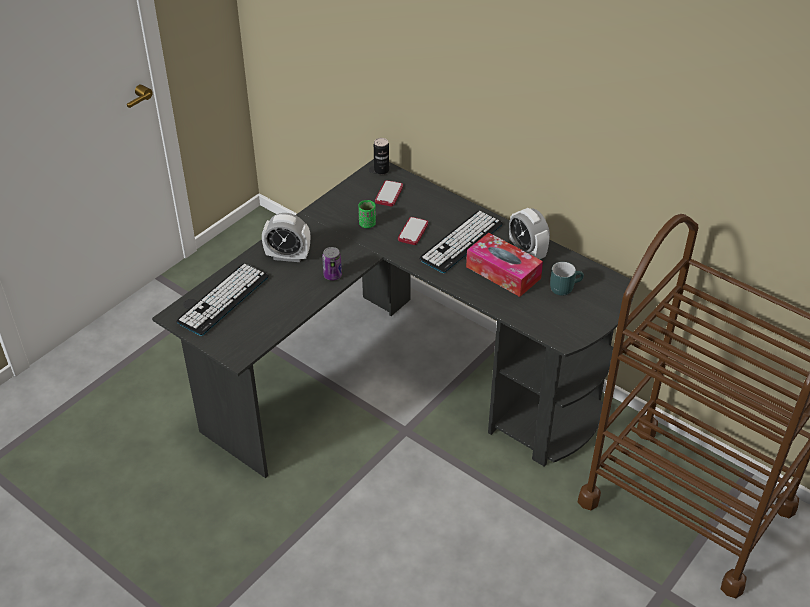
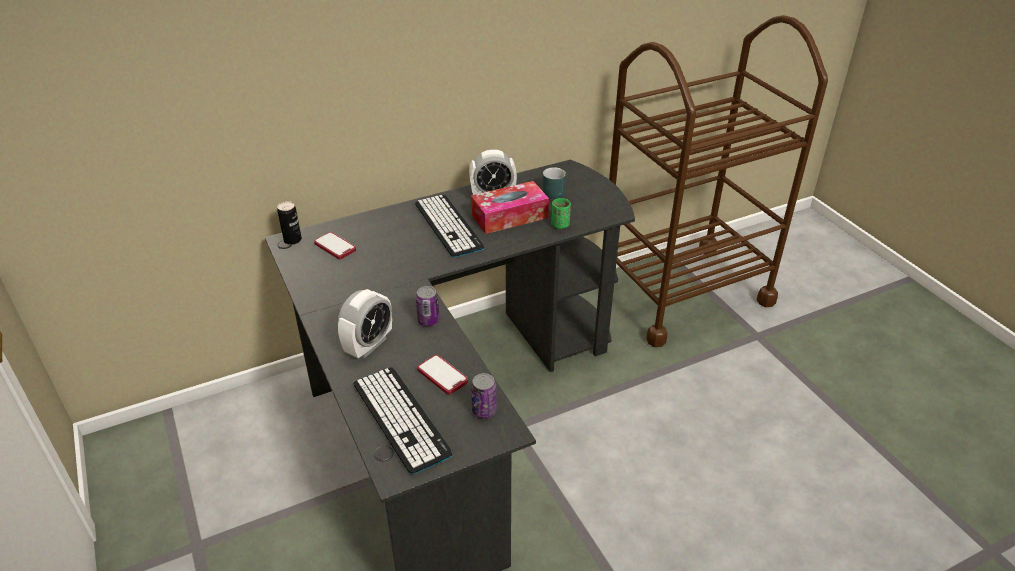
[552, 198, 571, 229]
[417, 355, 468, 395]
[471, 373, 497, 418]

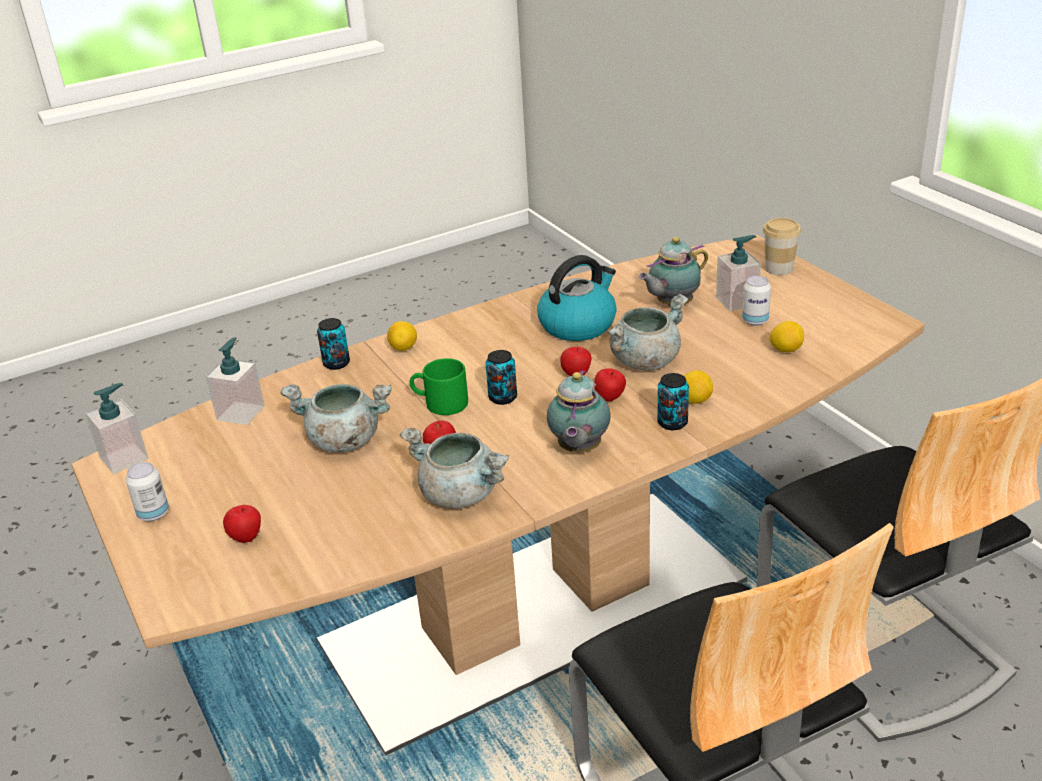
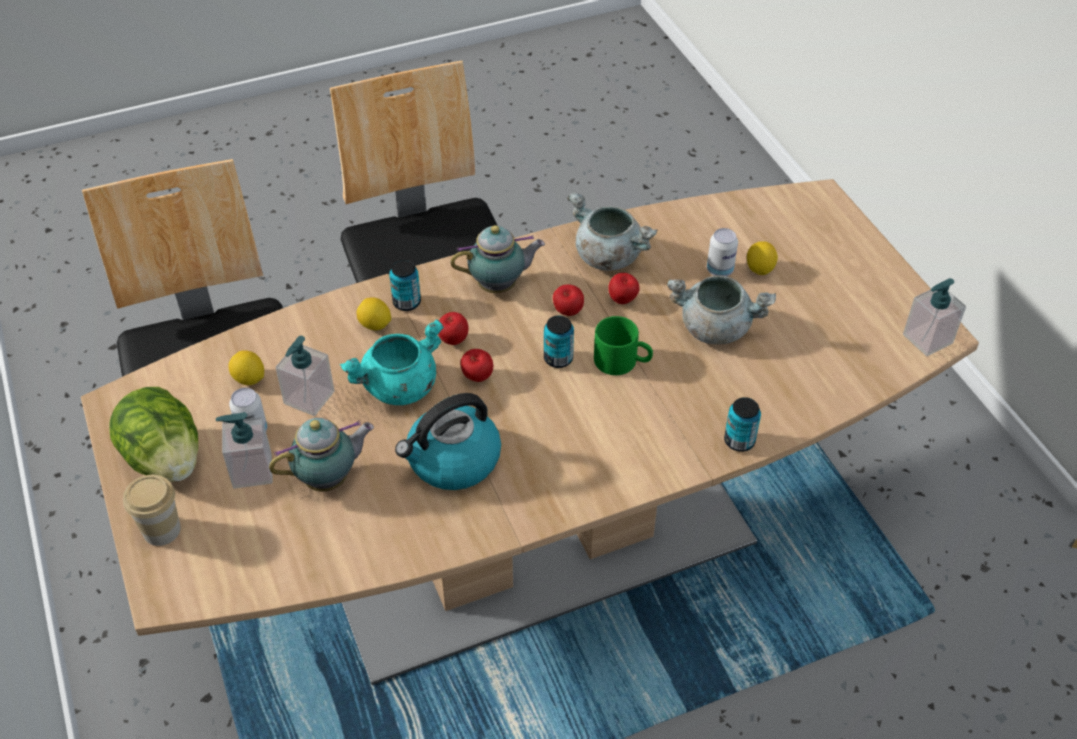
[707, 228, 738, 276]
[276, 336, 335, 416]
[553, 284, 584, 316]
[747, 242, 778, 275]
[451, 225, 545, 293]
[340, 319, 444, 405]
[109, 387, 198, 482]

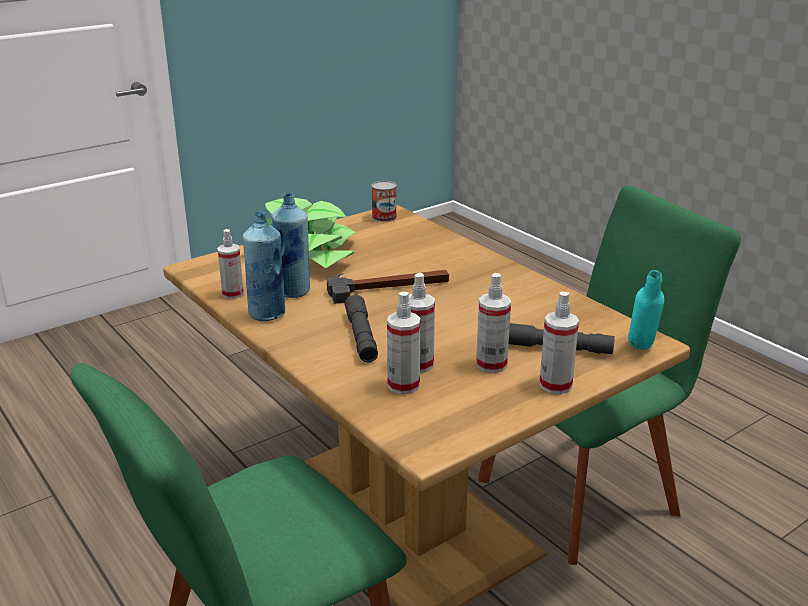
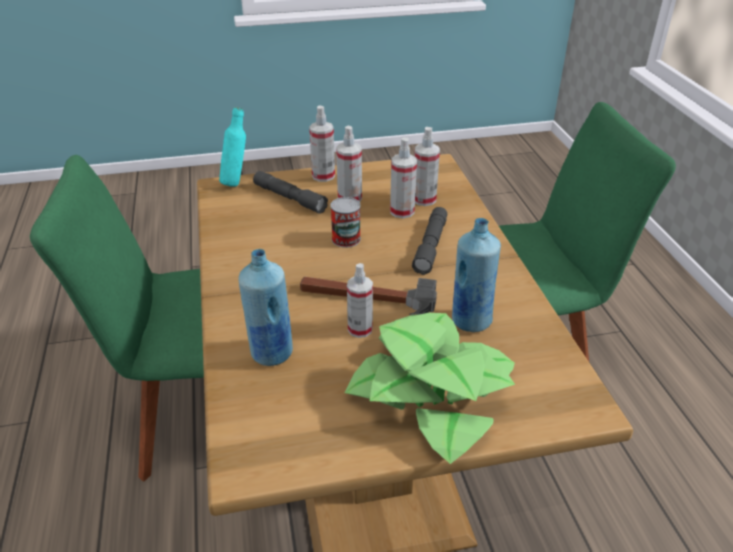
[347, 263, 373, 338]
[238, 249, 293, 366]
[330, 197, 361, 248]

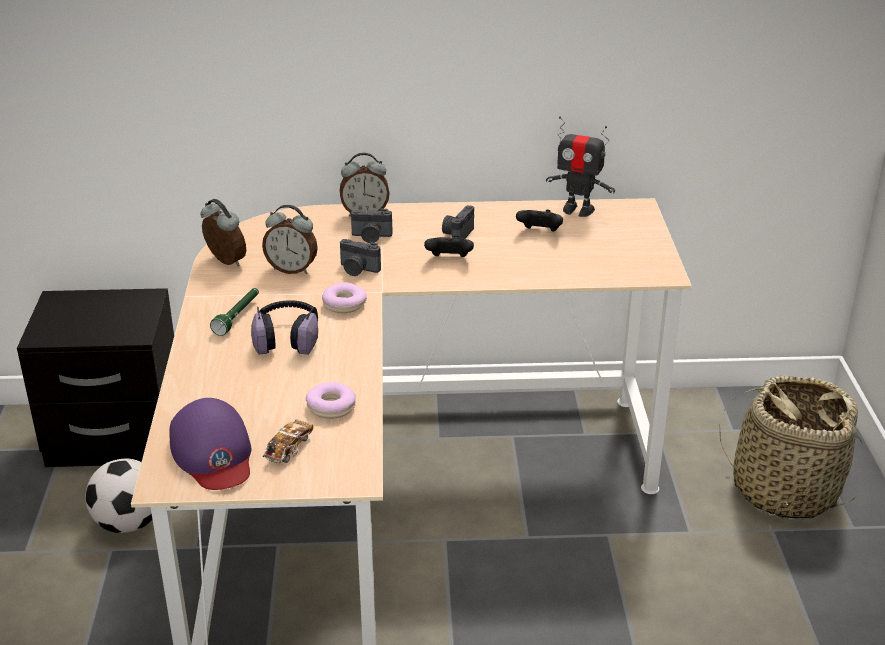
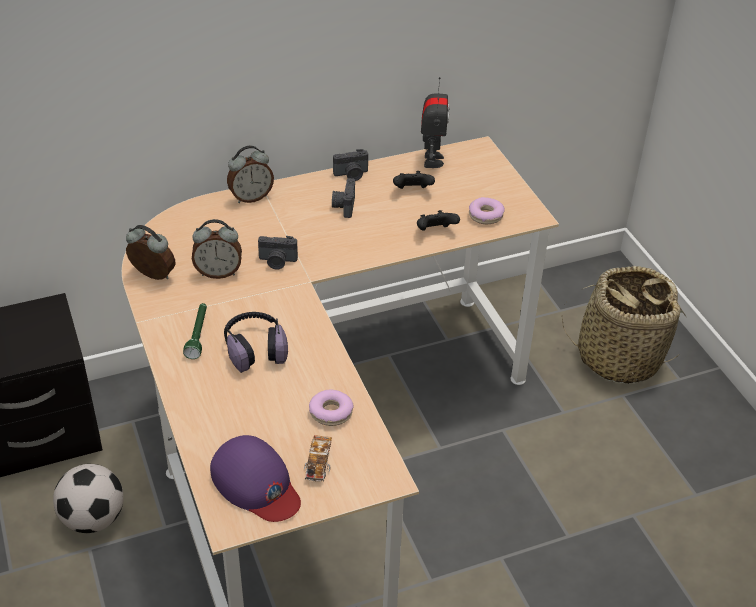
[469, 197, 505, 224]
[333, 149, 368, 181]
[417, 210, 460, 231]
[421, 77, 450, 168]

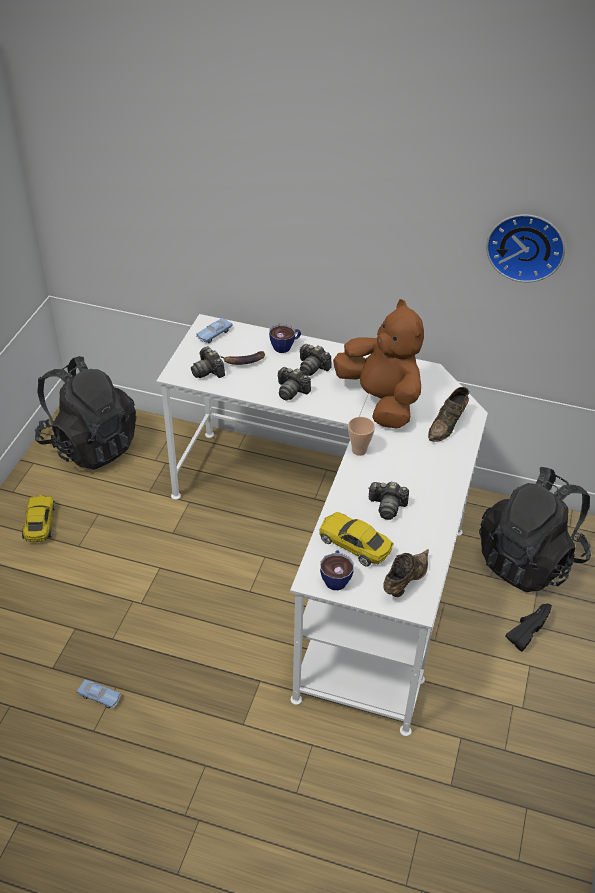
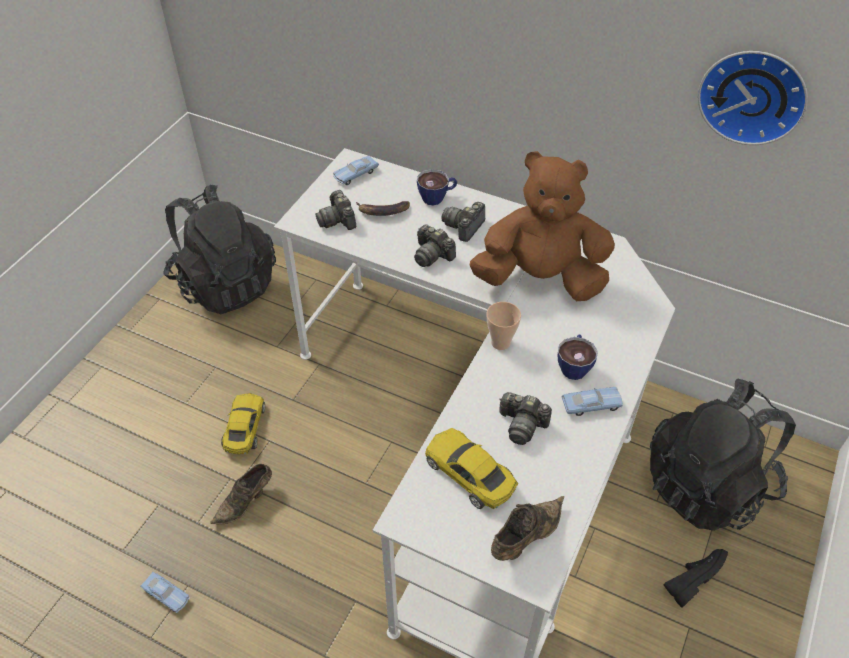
[221, 393, 265, 454]
[442, 202, 485, 242]
[558, 335, 598, 380]
[470, 151, 615, 301]
[210, 464, 272, 524]
[562, 387, 623, 416]

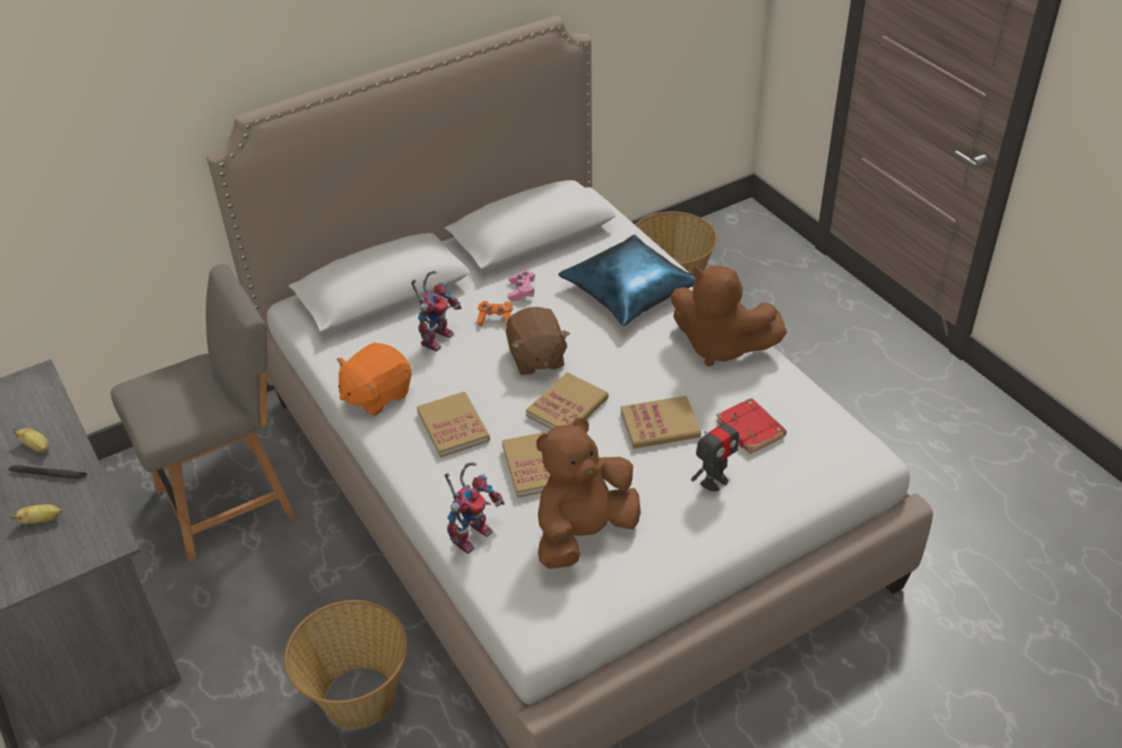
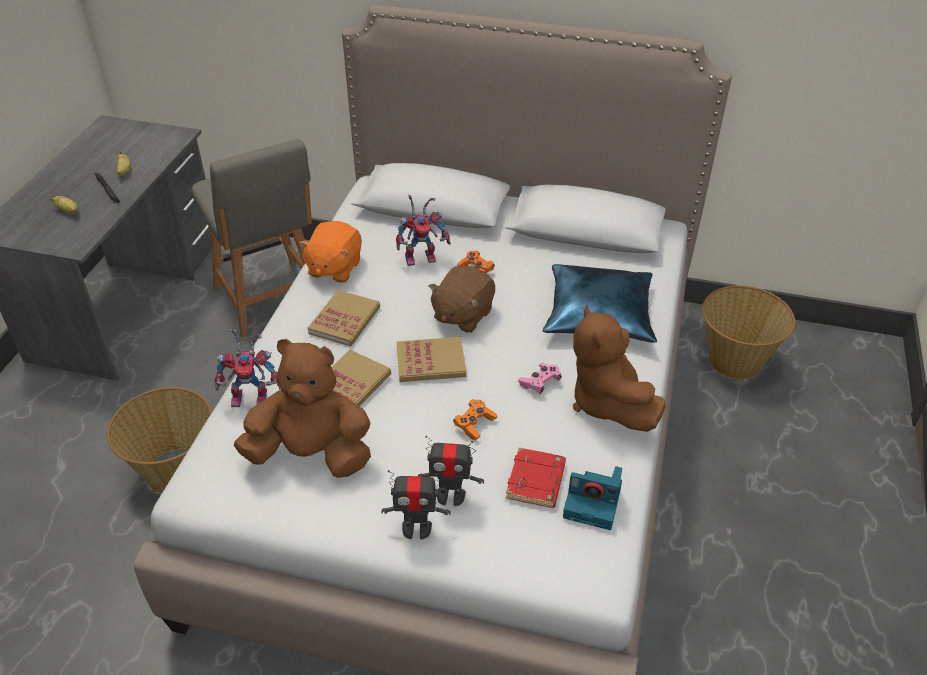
[191, 139, 312, 338]
[298, 221, 362, 283]
[518, 363, 562, 394]
[453, 399, 497, 440]
[381, 470, 451, 540]
[563, 466, 622, 530]

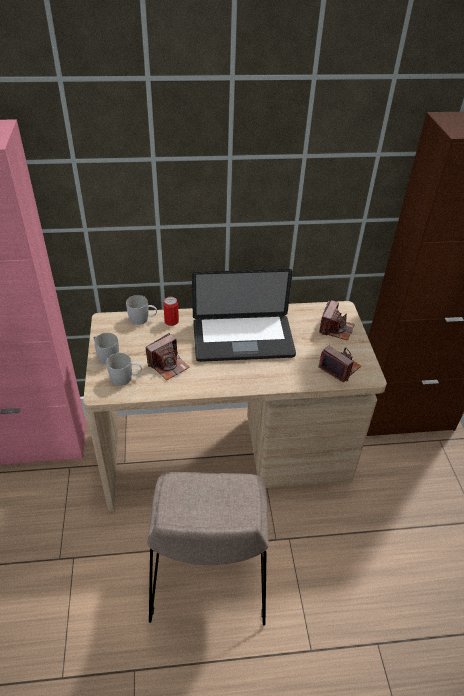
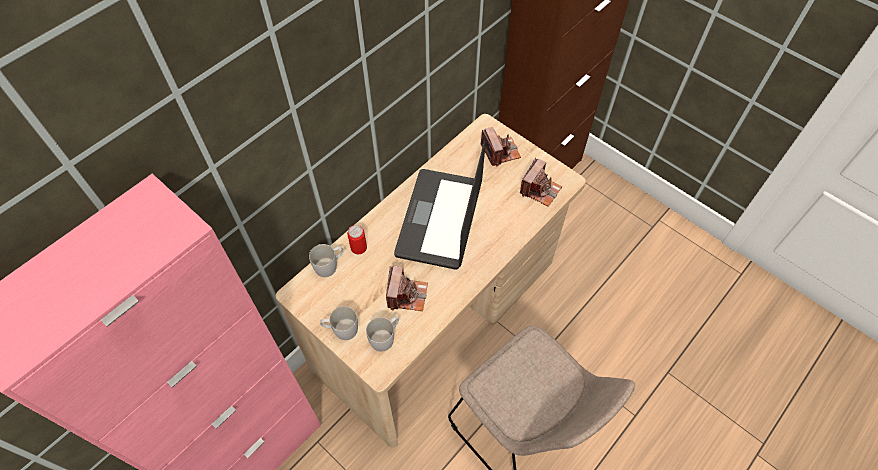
[394, 140, 486, 270]
[520, 158, 562, 207]

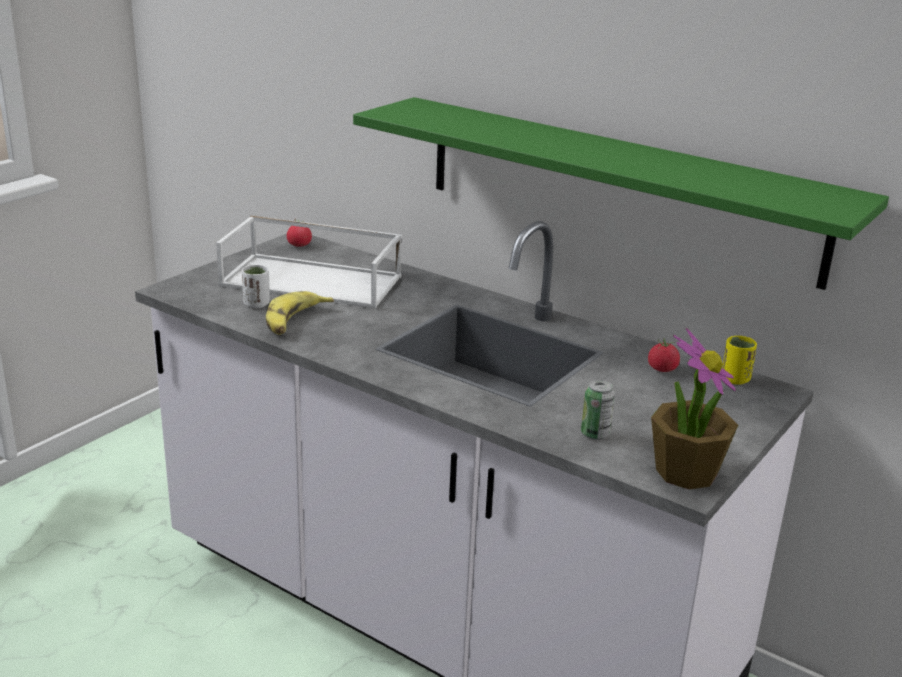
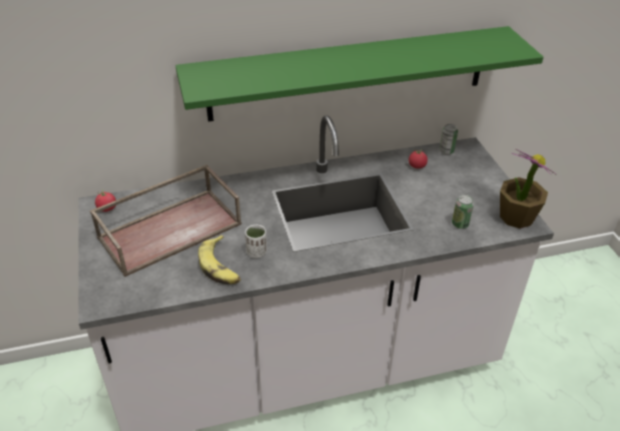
[90, 165, 242, 277]
[245, 225, 267, 258]
[439, 124, 458, 155]

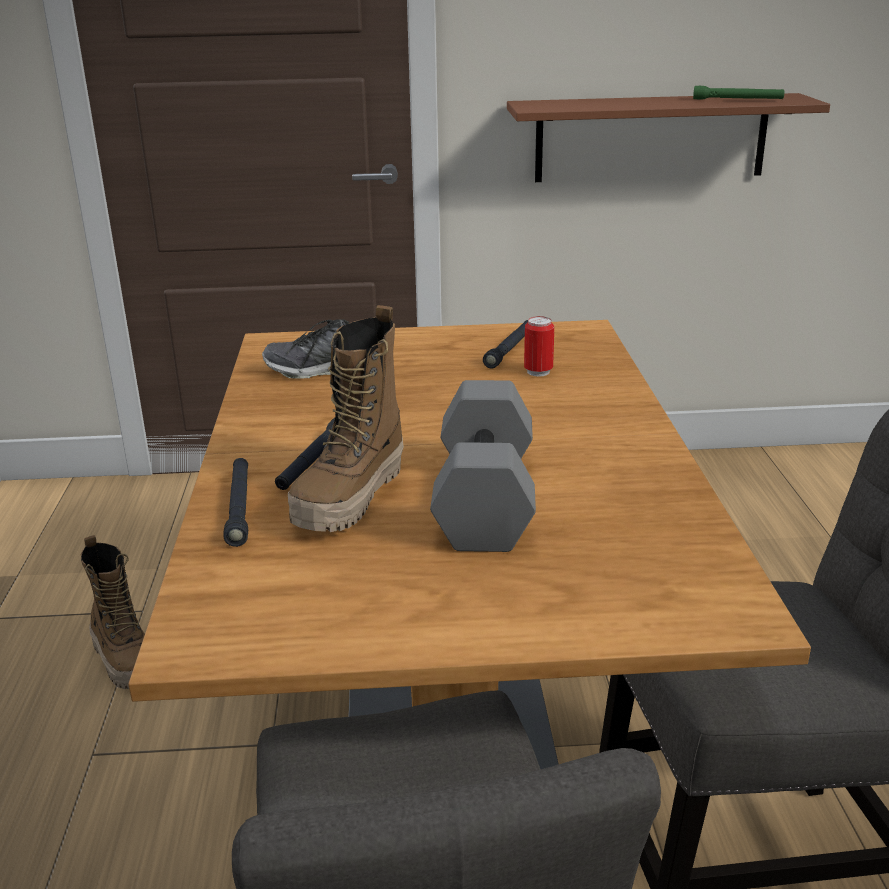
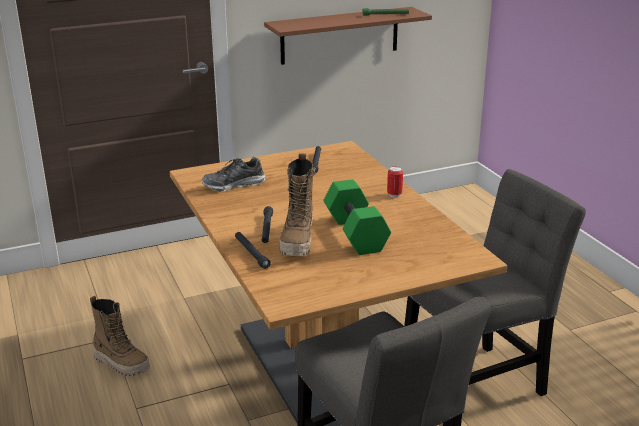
[324, 179, 391, 255]
[387, 166, 403, 197]

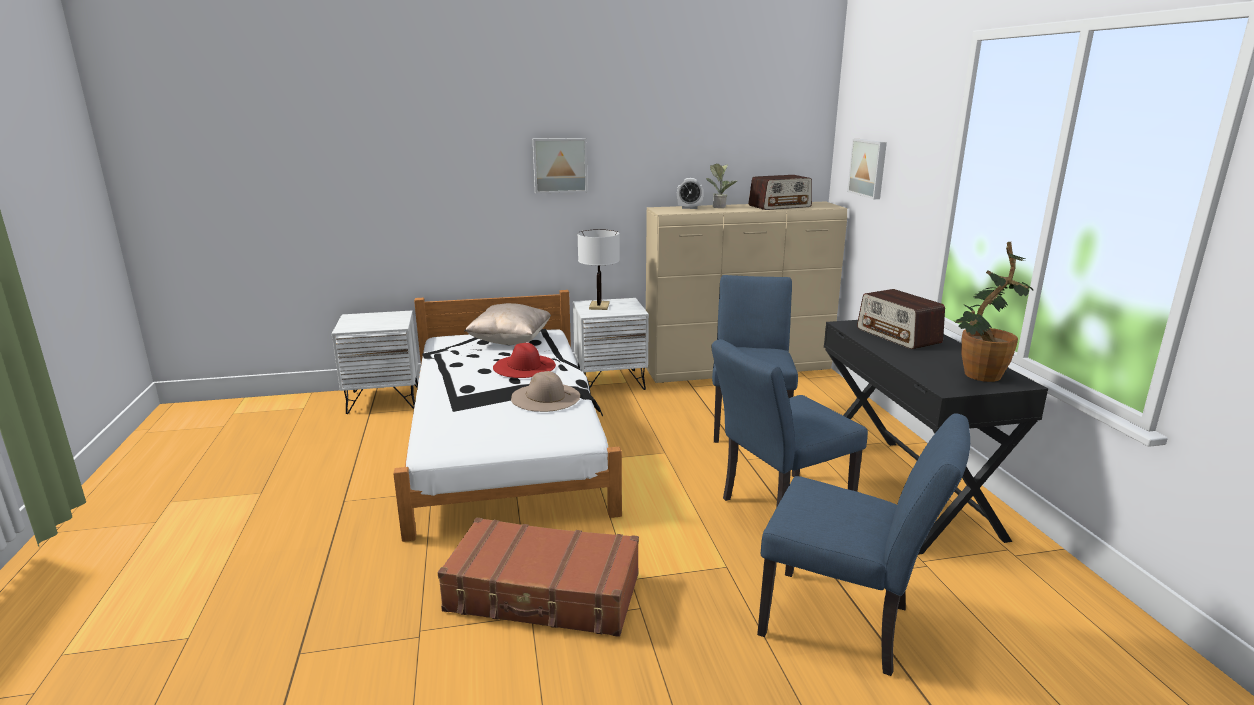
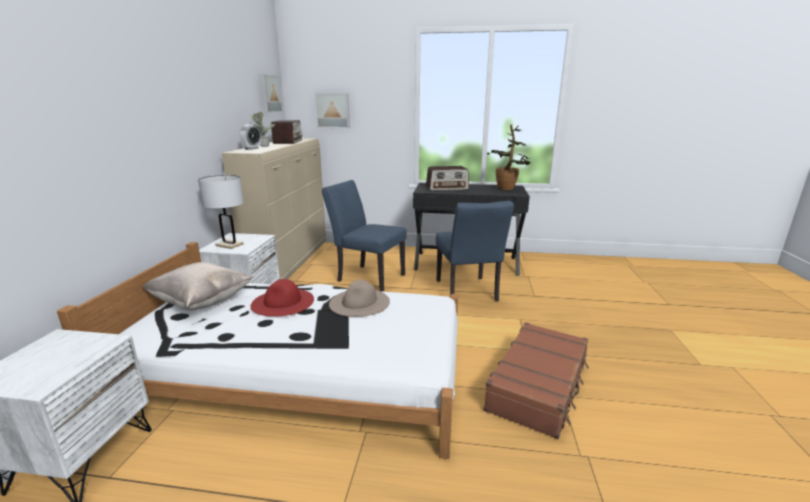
[259, 74, 283, 113]
[757, 413, 970, 676] (first image)

